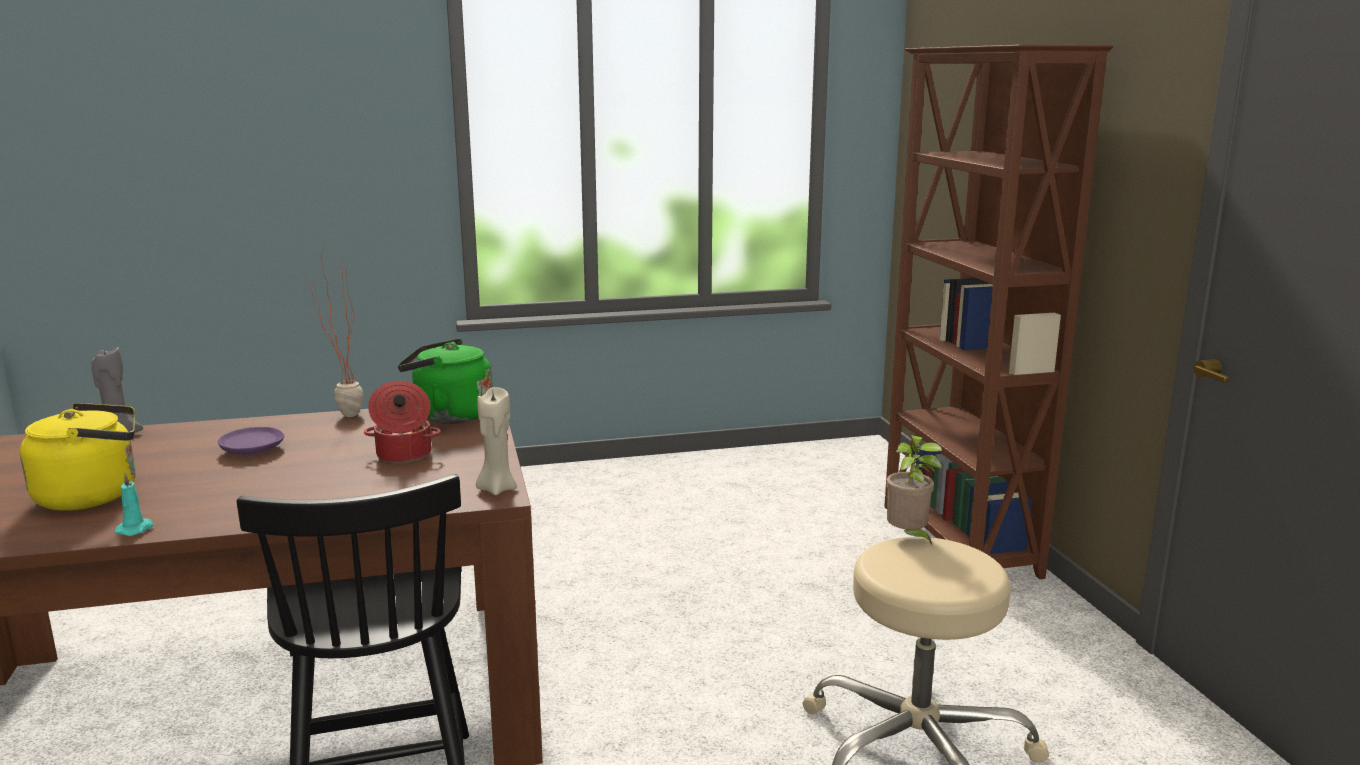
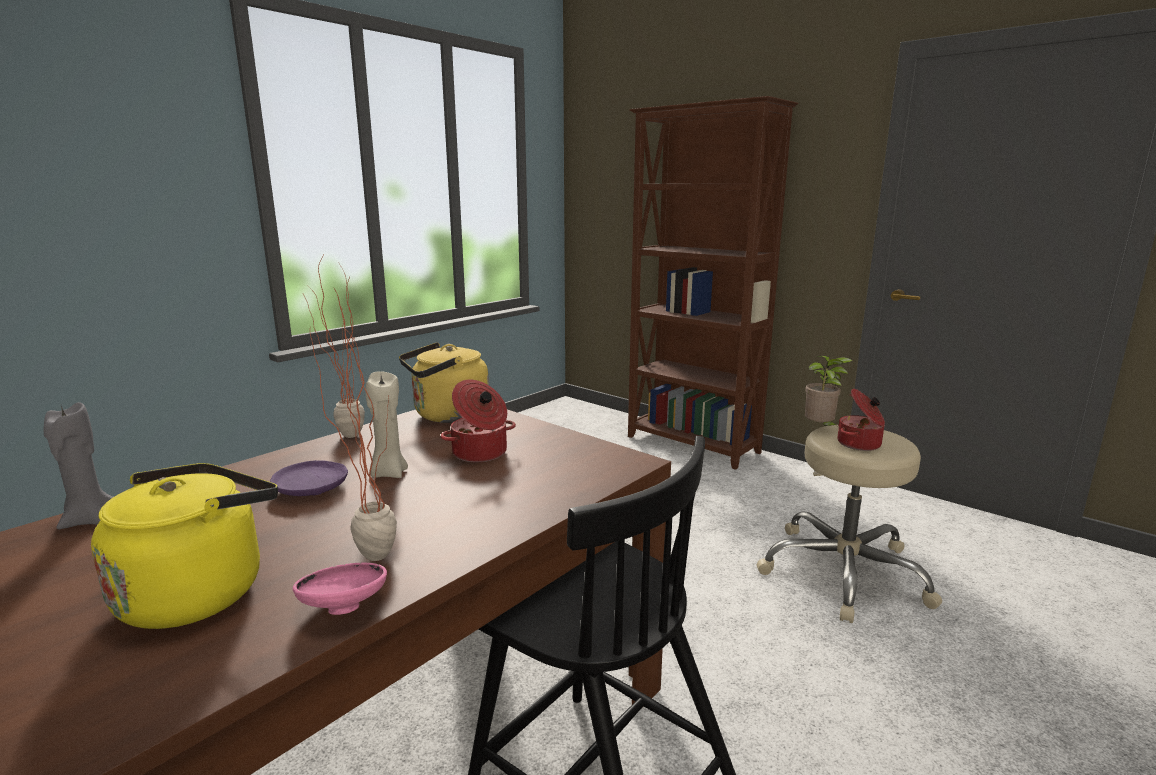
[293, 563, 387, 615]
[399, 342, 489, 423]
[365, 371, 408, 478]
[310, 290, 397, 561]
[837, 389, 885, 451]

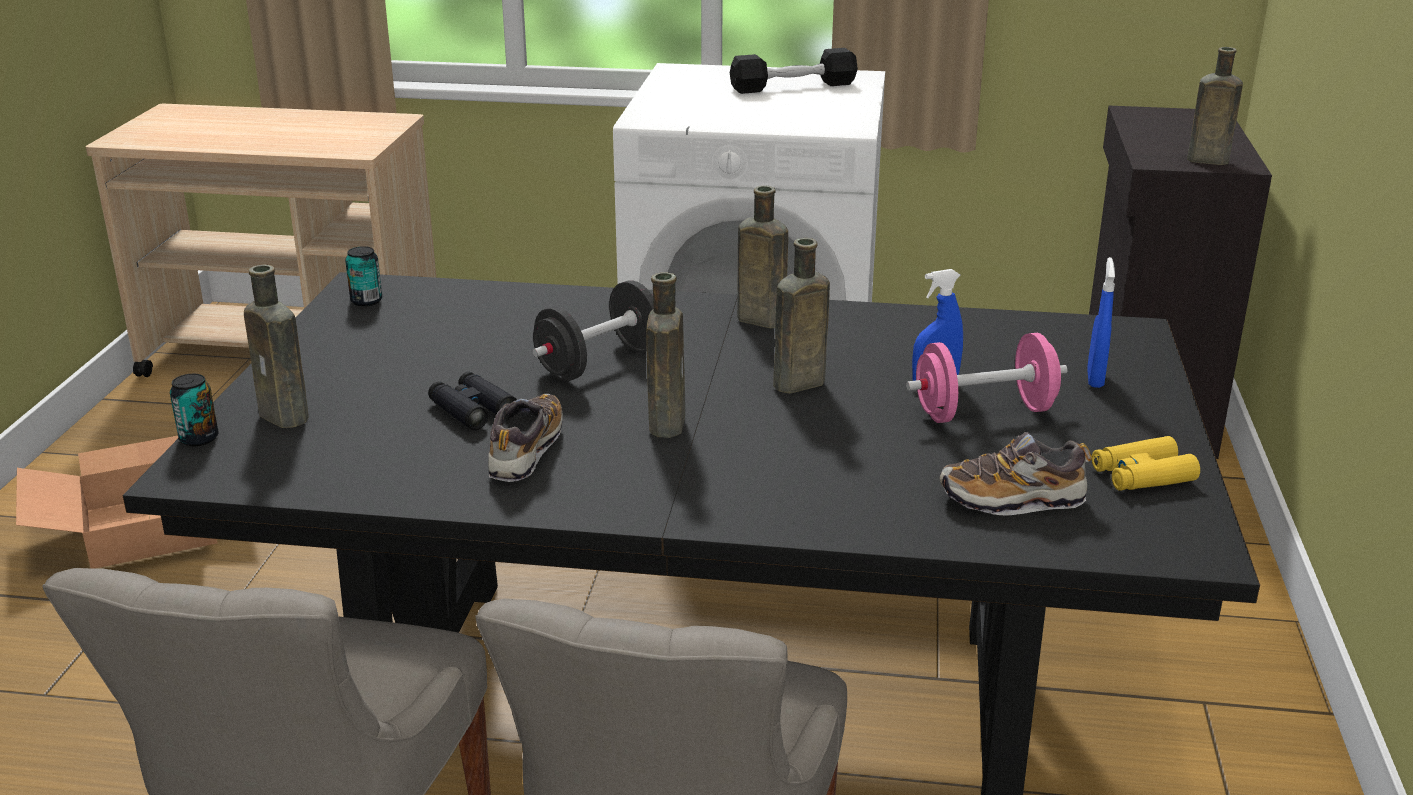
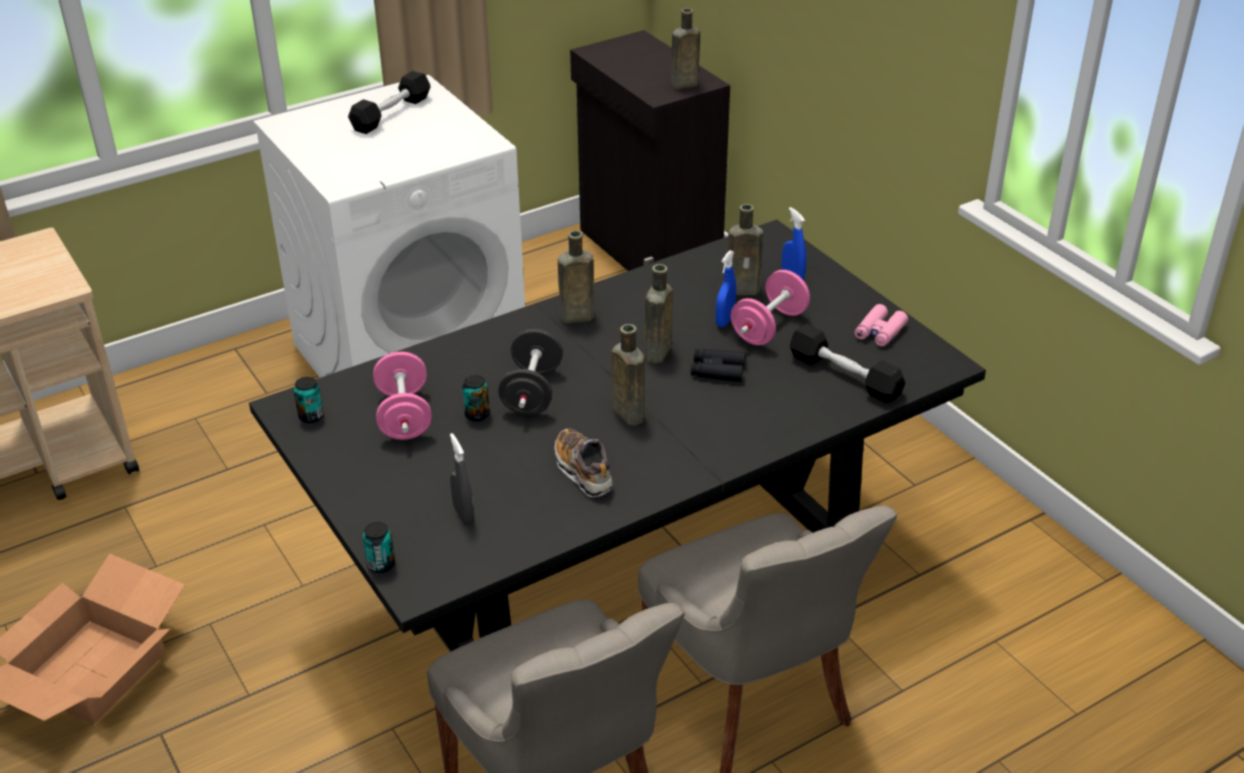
[728, 204, 763, 295]
[691, 349, 746, 382]
[790, 324, 905, 403]
[854, 304, 908, 346]
[373, 352, 432, 440]
[450, 433, 474, 525]
[462, 375, 490, 421]

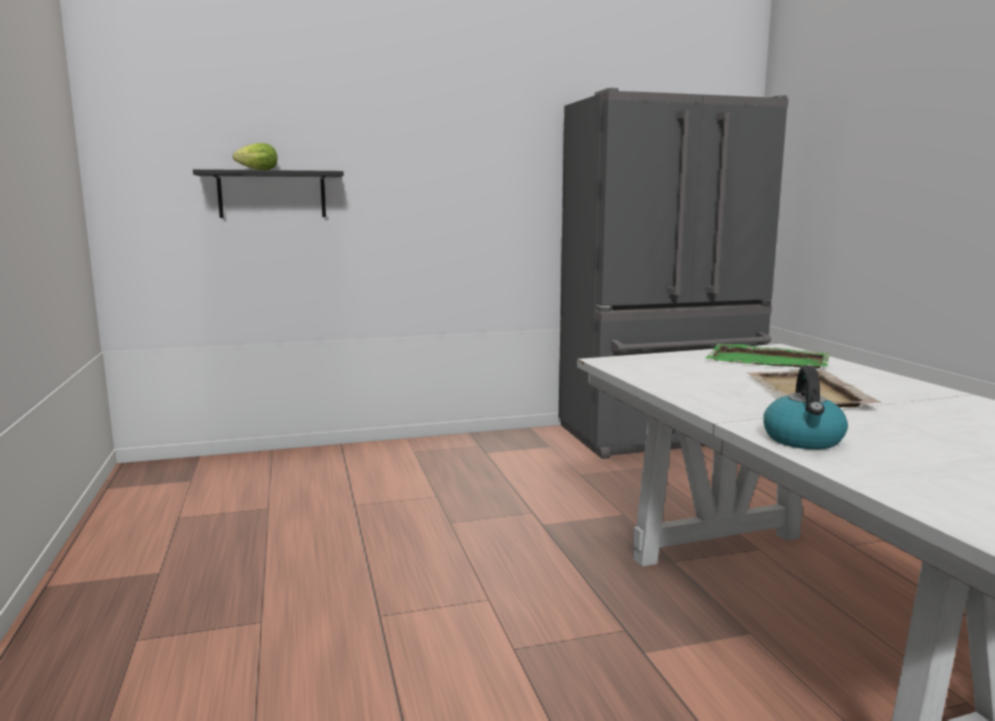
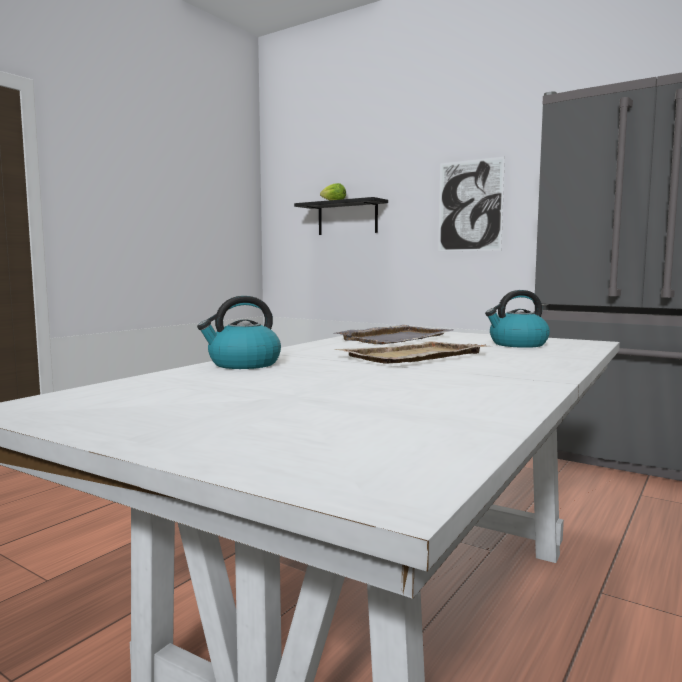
[485, 290, 550, 348]
[334, 325, 453, 344]
[438, 156, 505, 252]

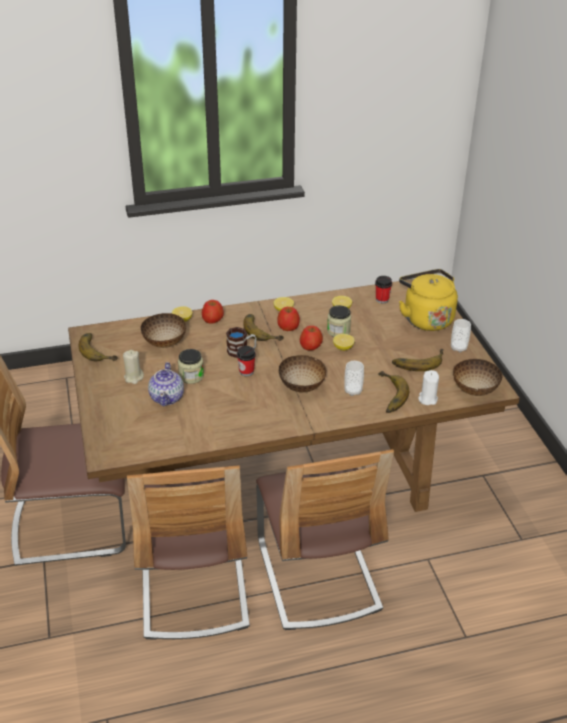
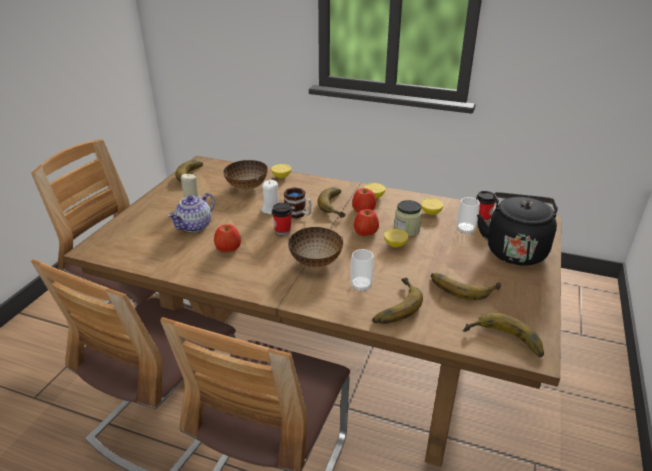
[178, 349, 204, 384] (first image)
[214, 224, 241, 252]
[477, 192, 558, 266]
[261, 180, 279, 214]
[457, 197, 480, 234]
[463, 313, 544, 357]

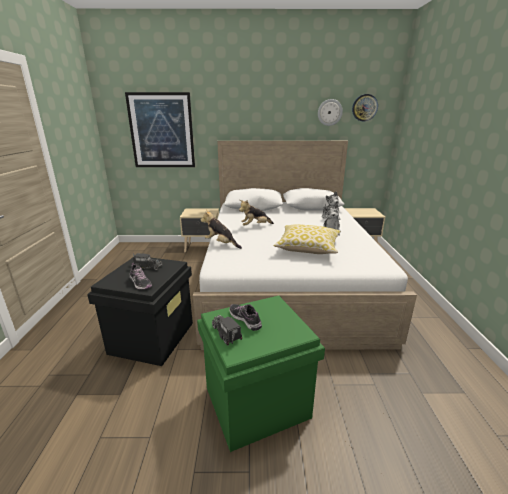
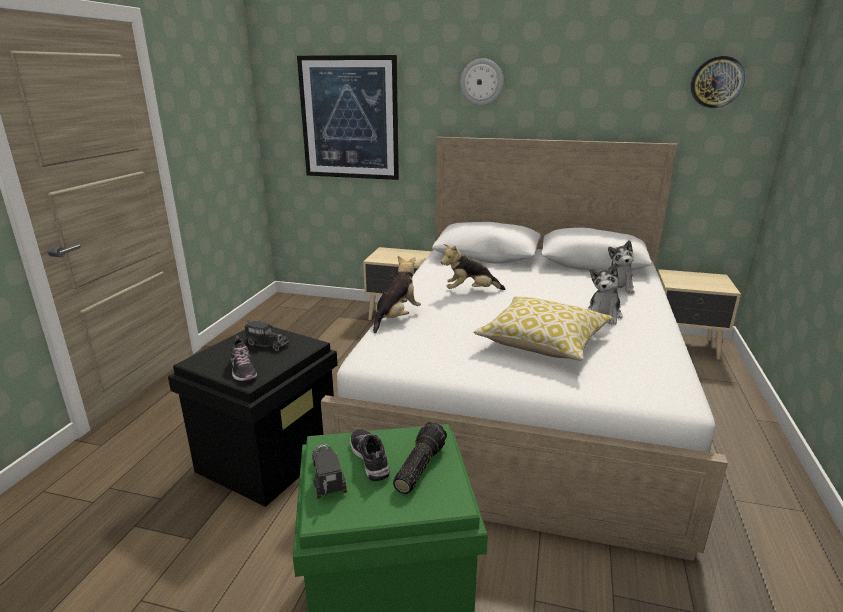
[373, 256, 421, 333]
[460, 58, 504, 106]
[393, 422, 447, 494]

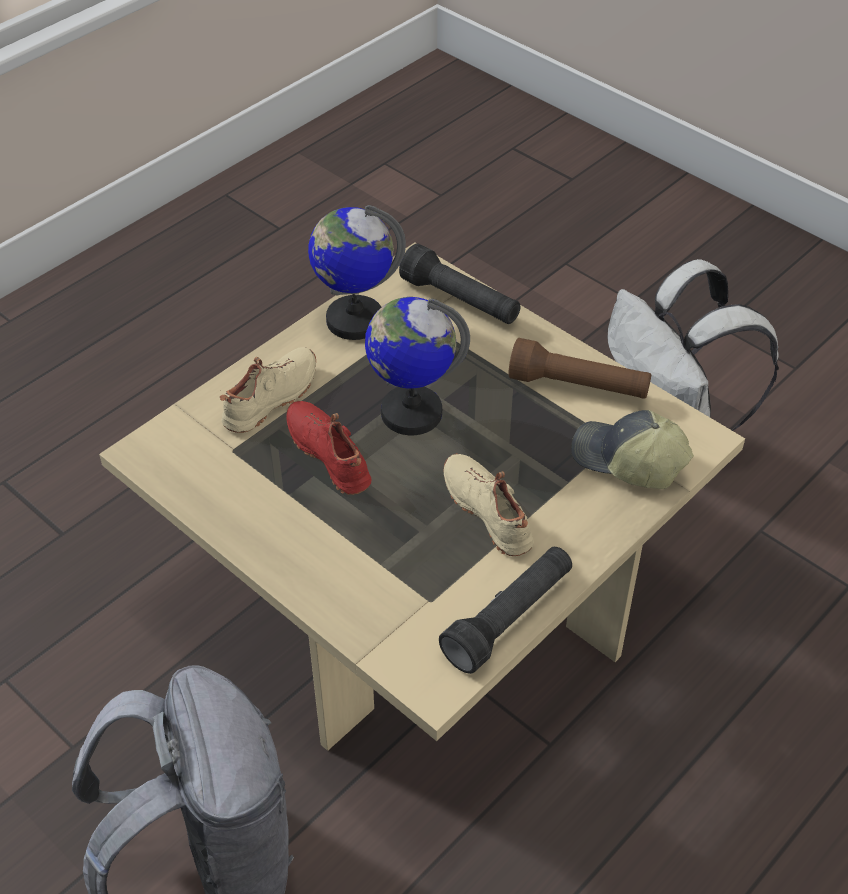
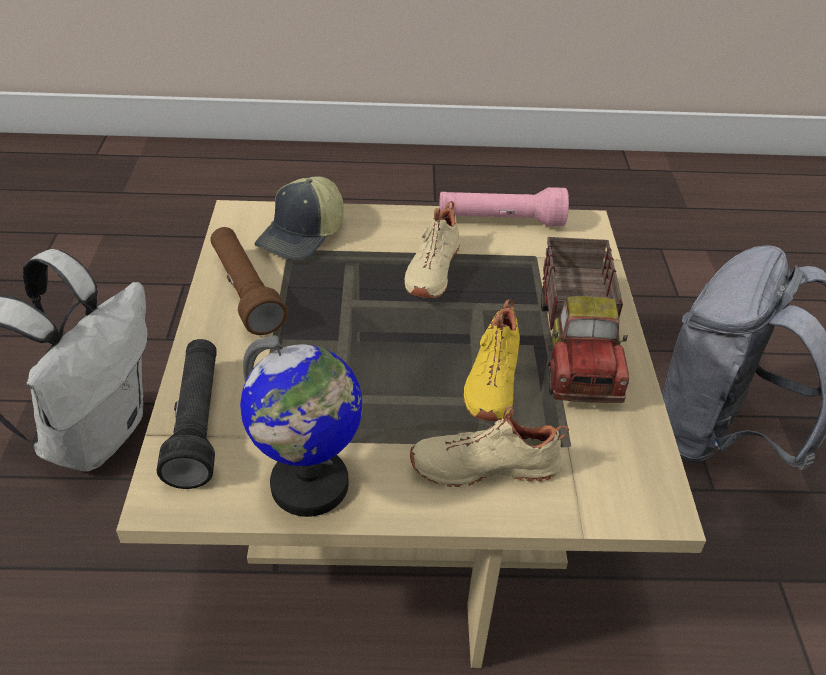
[463, 299, 520, 421]
[365, 297, 470, 435] (first image)
[439, 187, 569, 226]
[255, 176, 344, 261]
[541, 237, 629, 403]

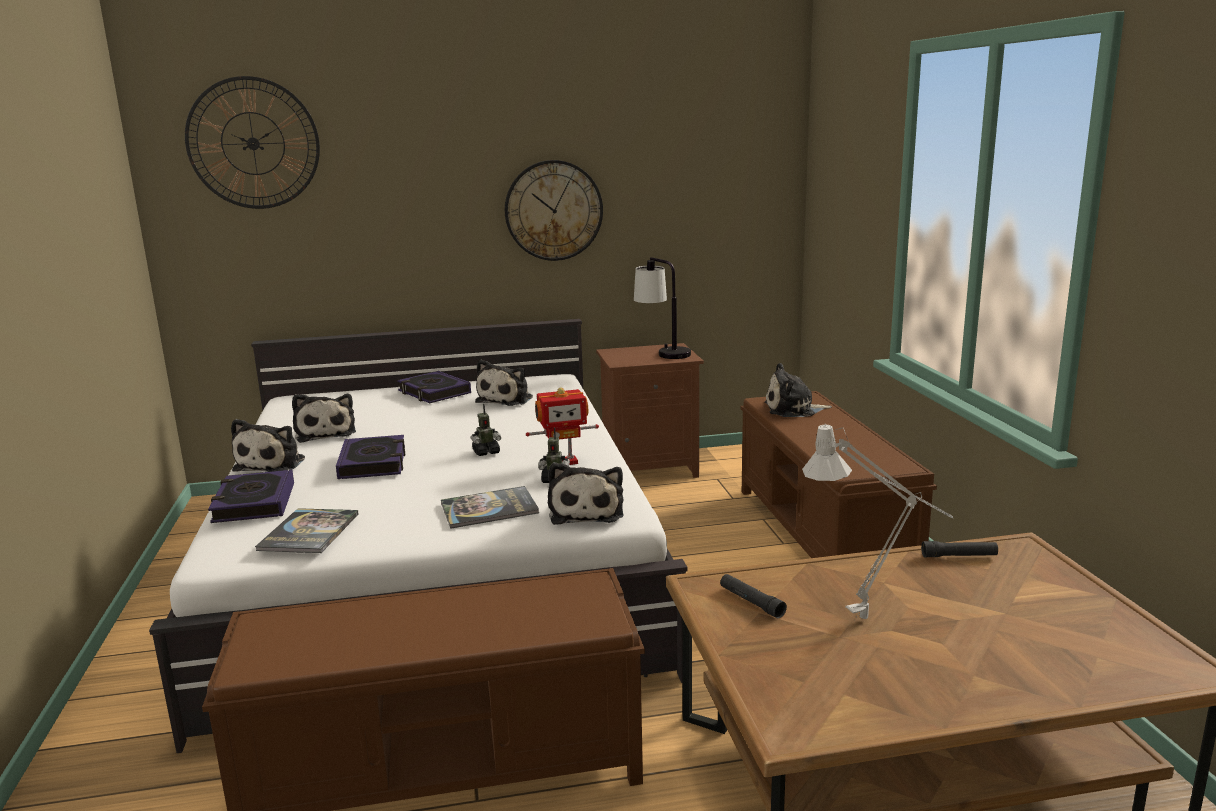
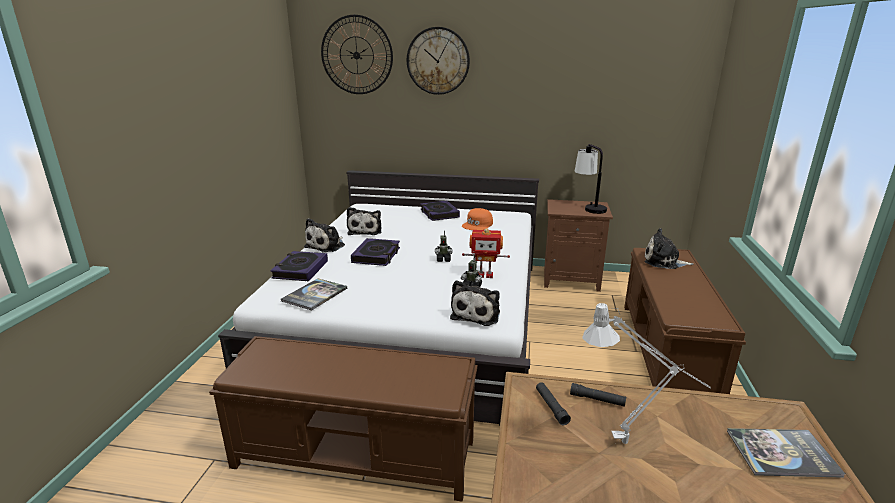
[727, 428, 845, 478]
[462, 208, 493, 230]
[407, 27, 470, 95]
[570, 383, 626, 407]

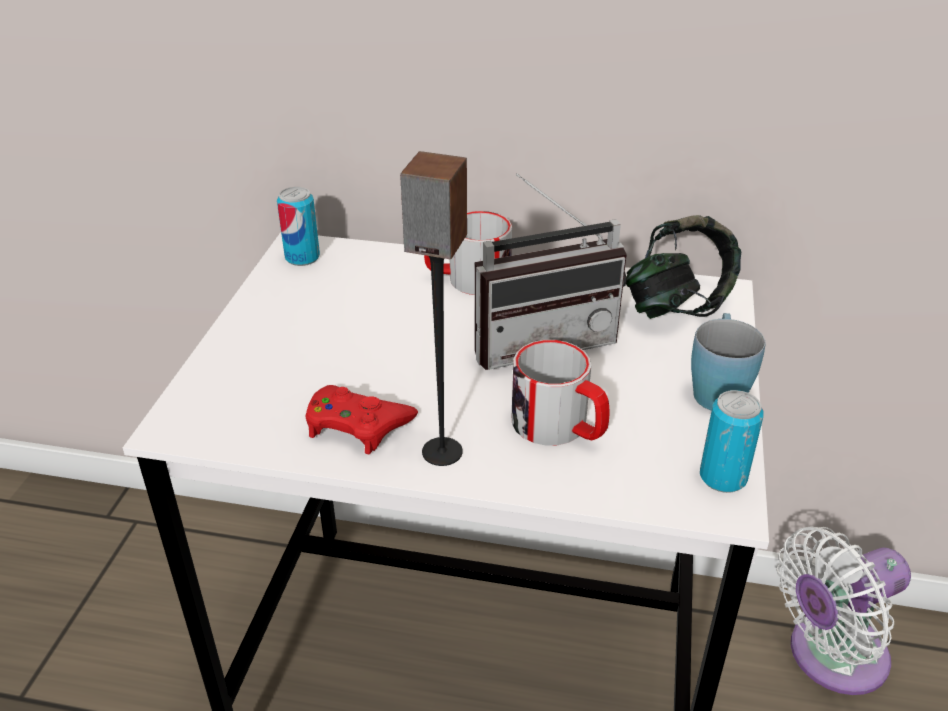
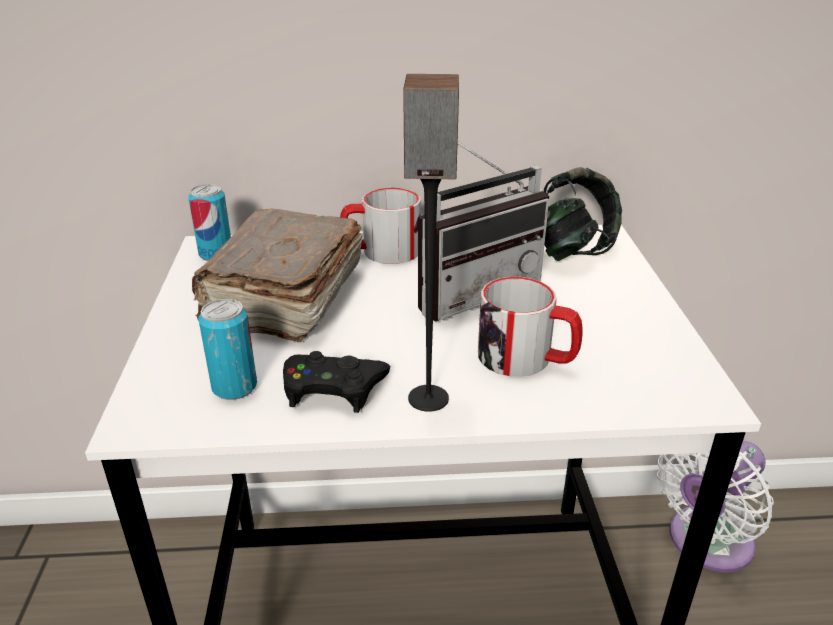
[283, 351, 390, 413]
[691, 313, 766, 411] (first image)
[198, 299, 257, 400]
[192, 209, 362, 342]

